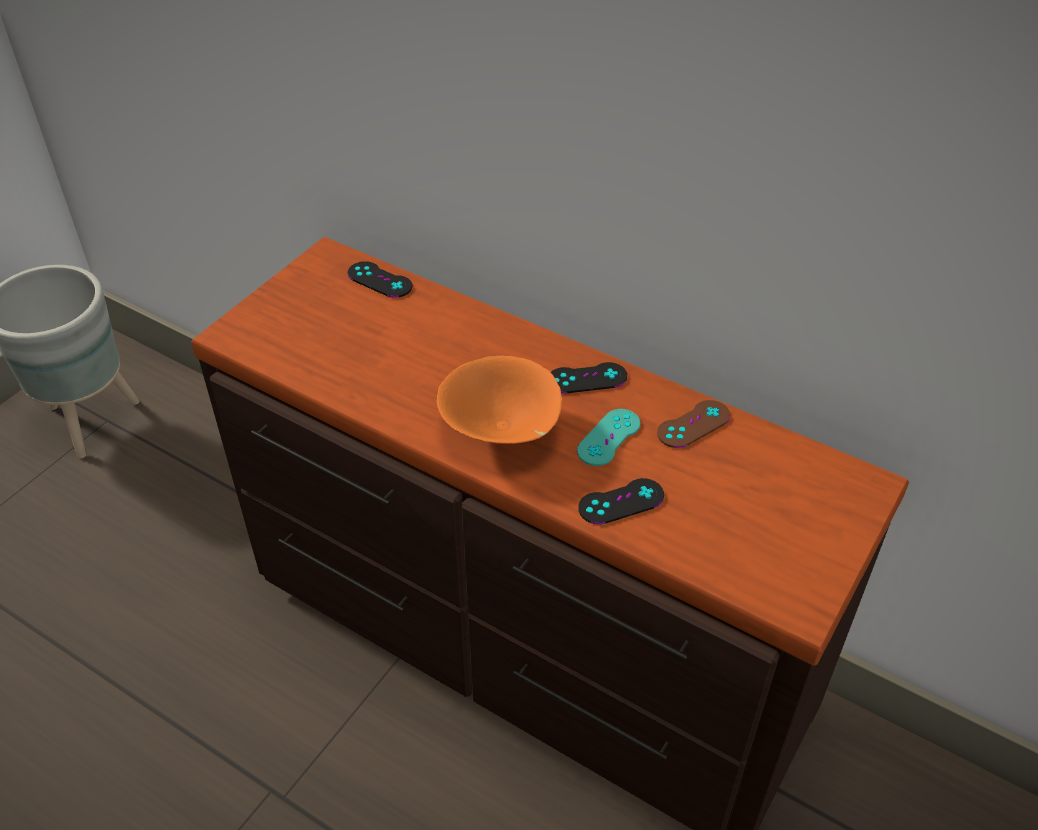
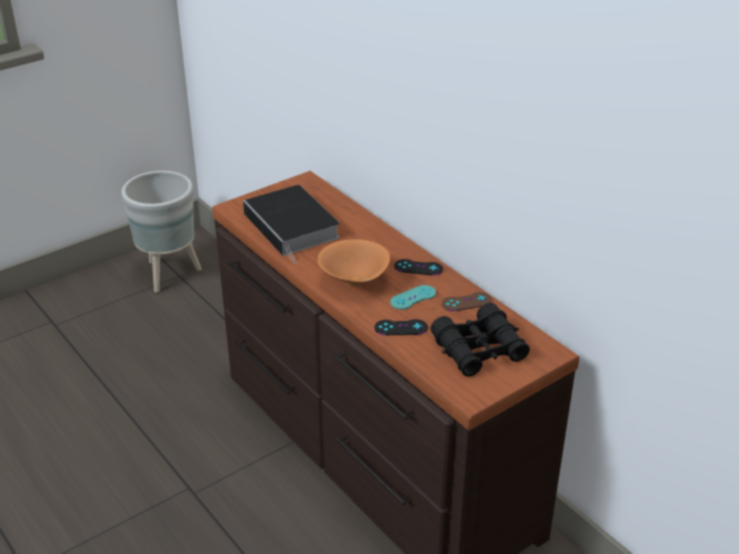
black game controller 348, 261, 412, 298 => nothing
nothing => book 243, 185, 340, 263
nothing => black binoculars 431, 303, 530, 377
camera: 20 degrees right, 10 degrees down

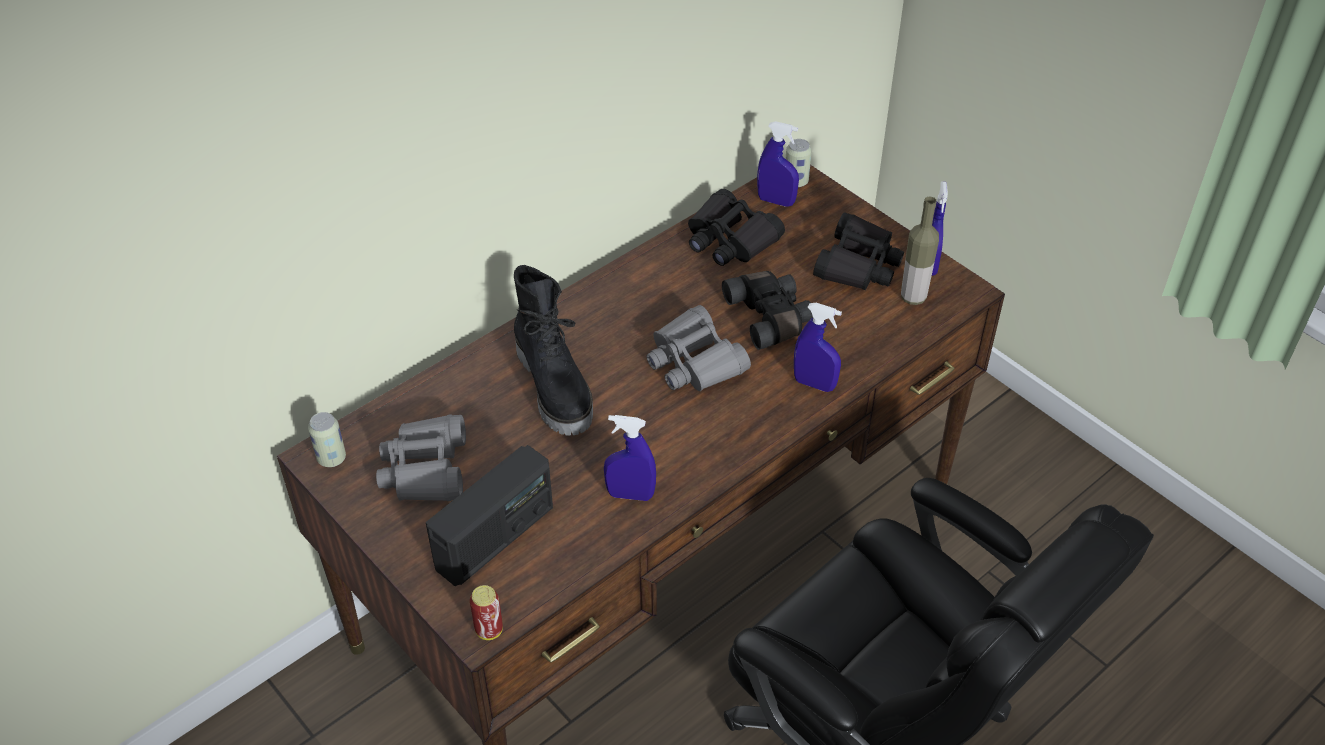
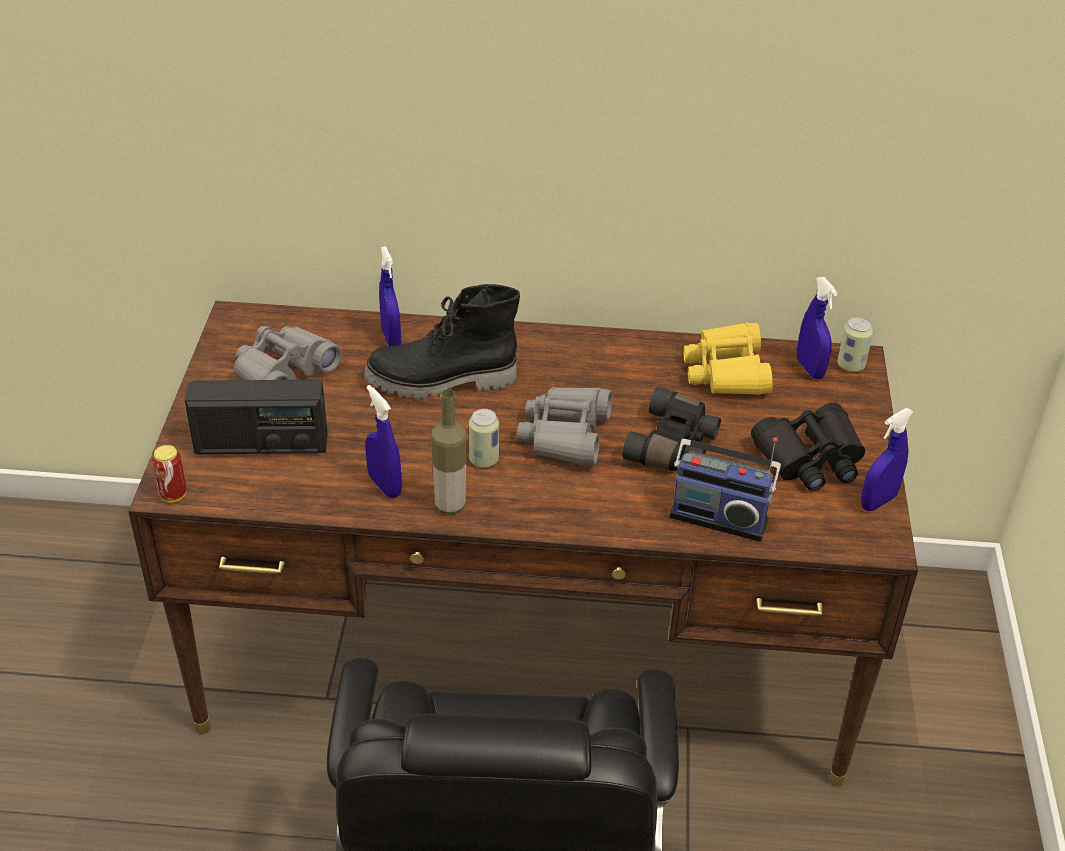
can 308, 412, 346, 467 => can 469, 409, 499, 468, moved
black boot 514, 265, 593, 436 => black boot 364, 284, 520, 399, 60 degrees clockwise
black binoculars 688, 189, 785, 266 => yellow binoculars 683, 322, 773, 395
blue spray bottle 794, 303, 842, 392 => blue spray bottle 379, 246, 401, 346, moved
bottle 901, 196, 939, 305 => bottle 431, 389, 467, 515, moved
nothing => radio 669, 437, 781, 542
camera: 45 degrees right, 5 degrees down

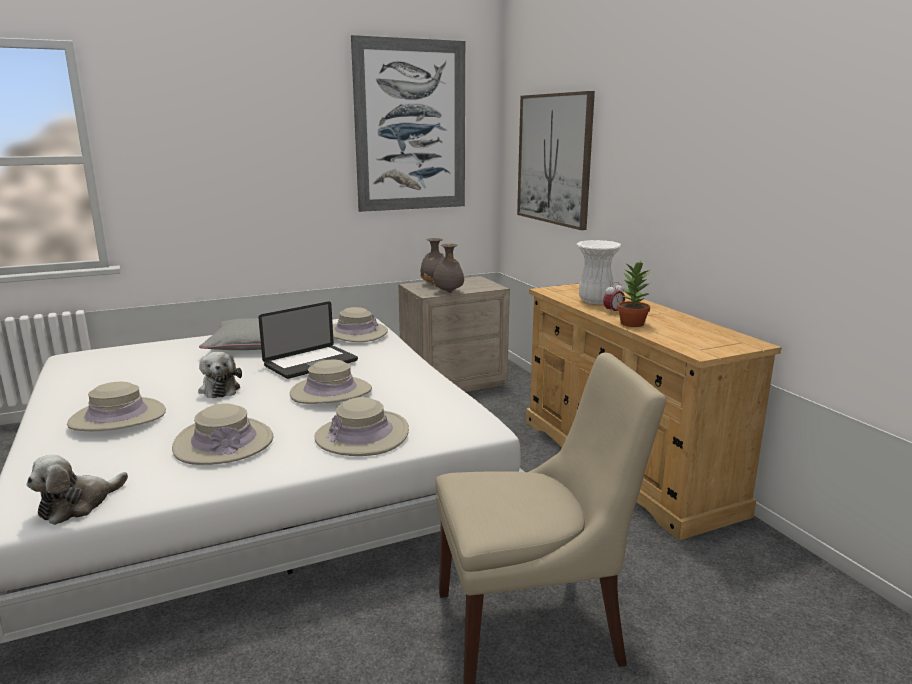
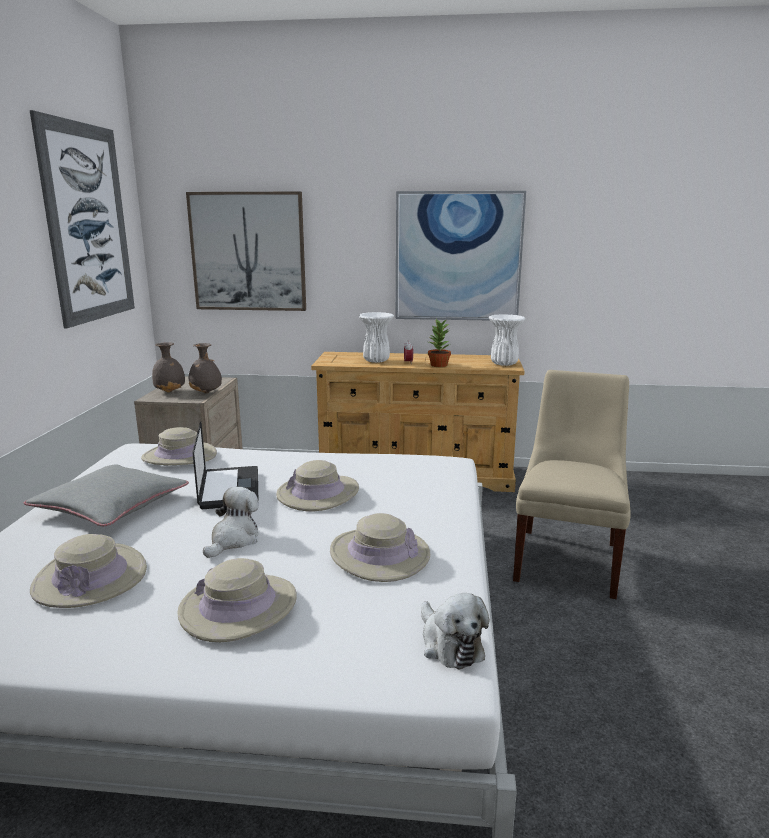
plush toy 198, 352, 242, 398 => plush toy 203, 487, 259, 558, 75 degrees counterclockwise
beige hat 314, 397, 409, 456 => beige hat 30, 534, 147, 608, moved
nothing => picture 396, 191, 526, 320
nothing => white vase 489, 314, 526, 366
camera: 60 degrees left, 0 degrees up

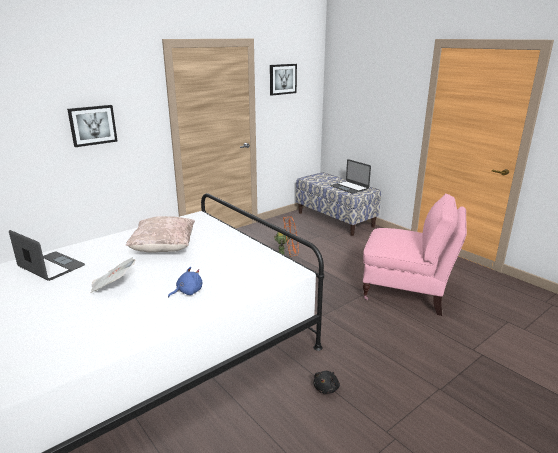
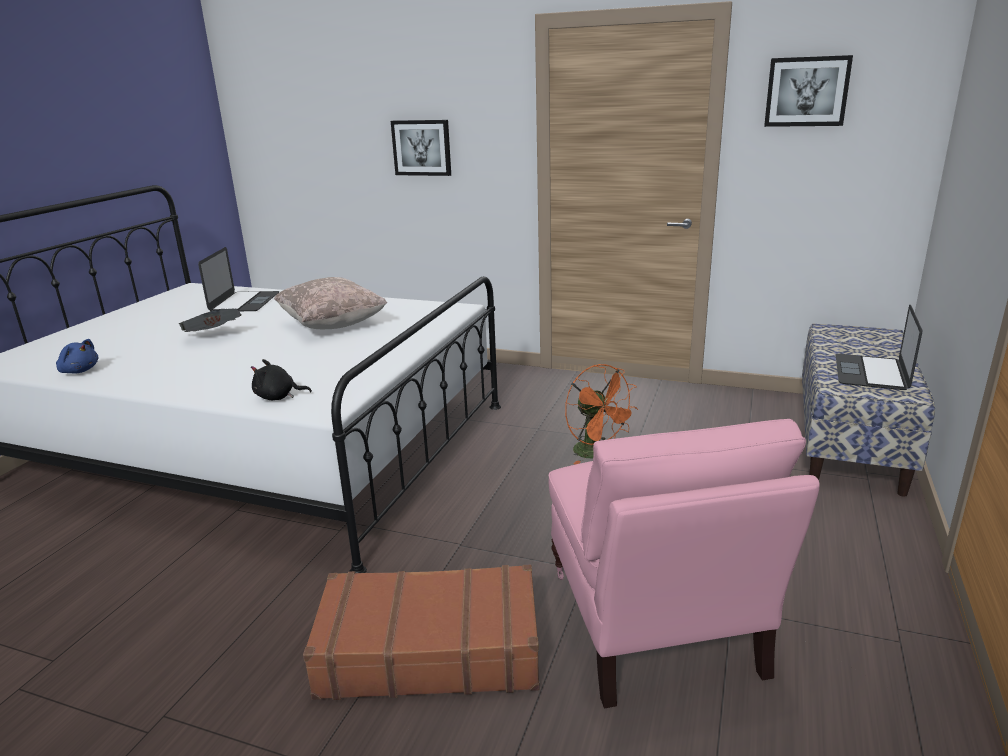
blue plush toy 168, 267, 202, 297 => blue plush toy 56, 339, 98, 373, moved
black plush toy 313, 371, 340, 394 => black plush toy 251, 359, 312, 400, moved
nothing => brown suitcase 303, 565, 540, 700
camera: 60 degrees right, 0 degrees up

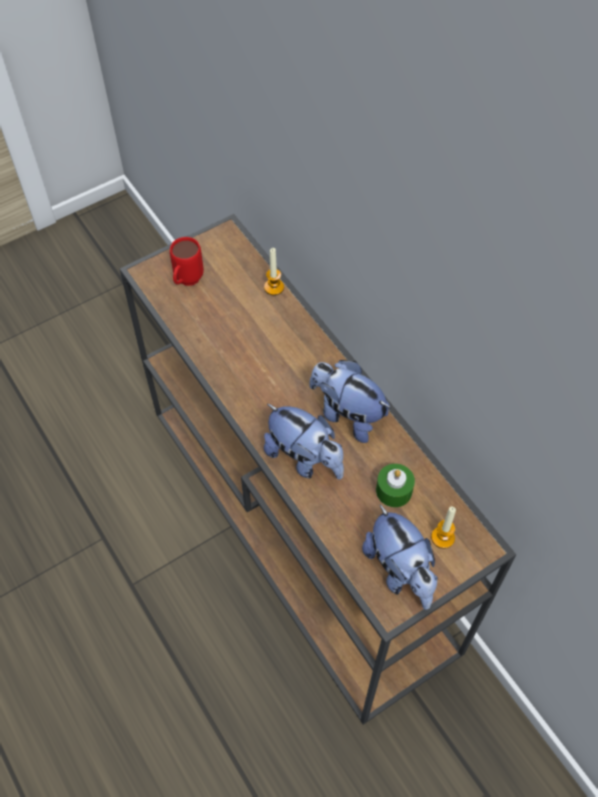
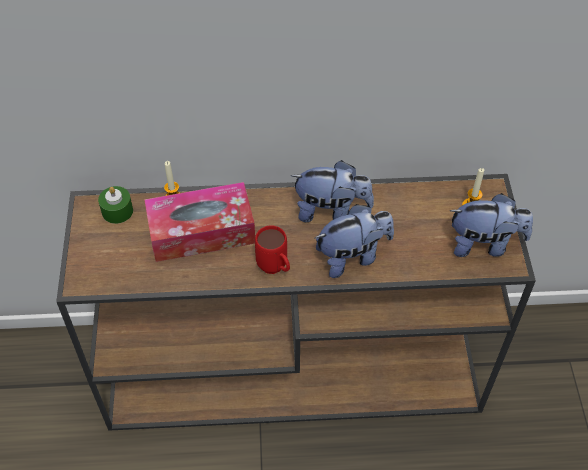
red mug 170, 237, 204, 286 => red mug 255, 225, 290, 274, moved
plush toy 310, 360, 391, 443 => plush toy 291, 160, 374, 222, 150 degrees counterclockwise
green candle 376, 464, 415, 507 => green candle 98, 186, 133, 224, moved
nothing => tissue box 144, 182, 255, 262
camera: 60 degrees left, 5 degrees down

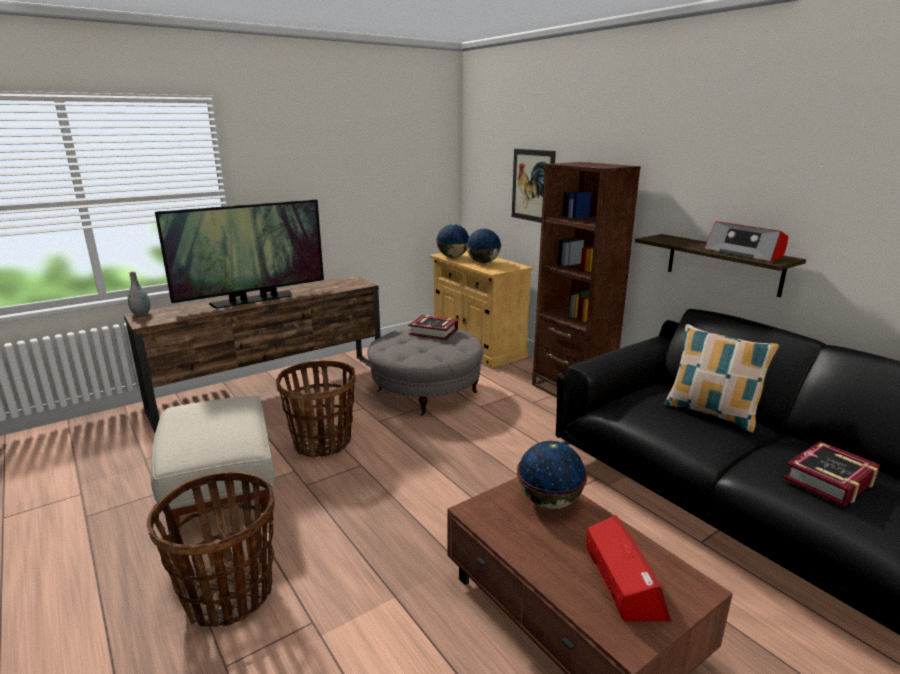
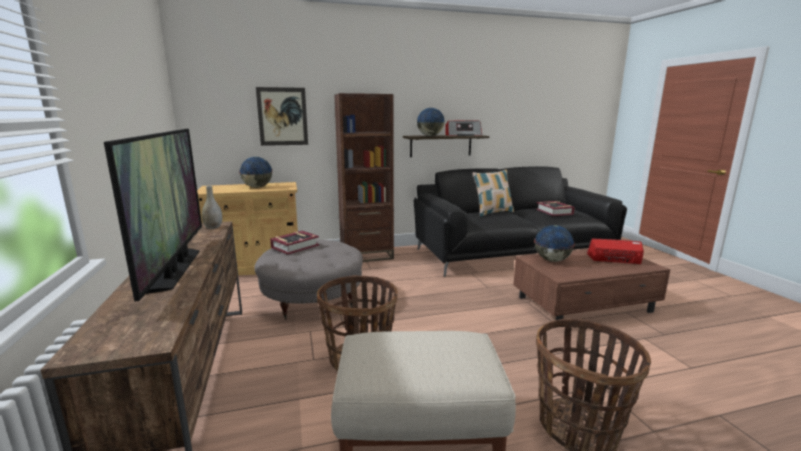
grey vase 128, 272, 150, 315 => grey vase 202, 186, 222, 229, moved
globe 436, 224, 469, 258 => globe 417, 108, 445, 136, moved
camera: 70 degrees left, 5 degrees down

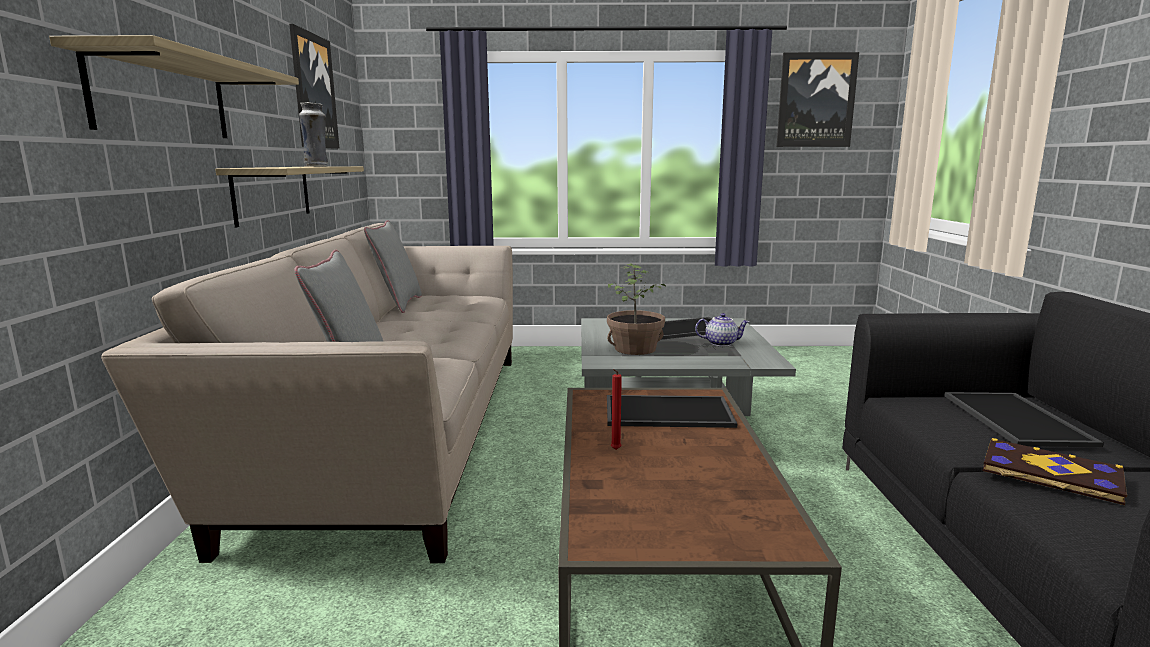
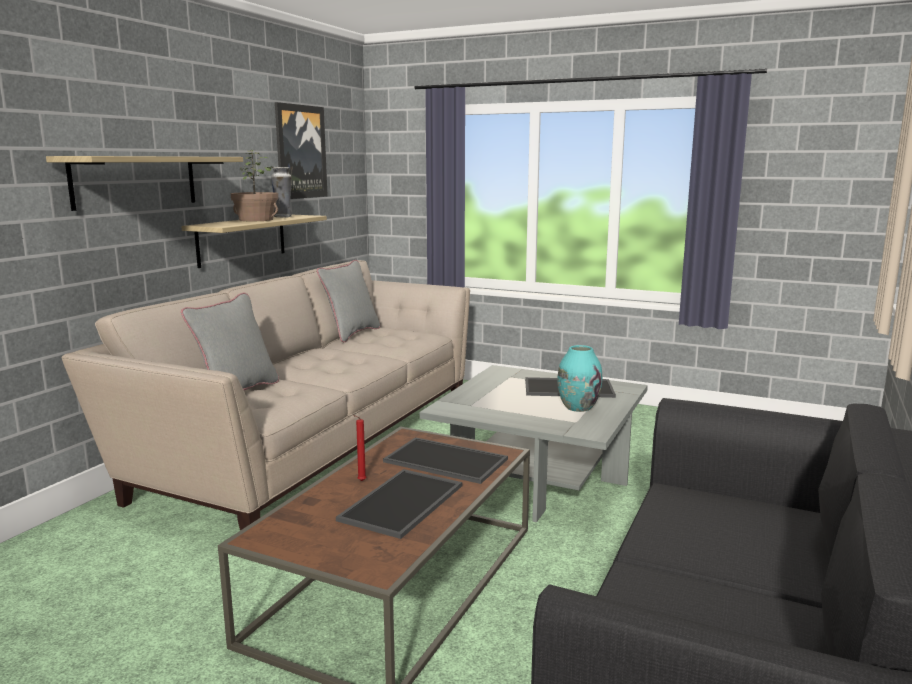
potted plant 607, 263, 666, 355 => potted plant 231, 150, 278, 221, moved
teapot 695, 313, 749, 347 => turquoise vase 557, 345, 602, 412
picture 776, 52, 859, 147 => nothing
tray 944, 392, 1104, 447 => tray 336, 469, 462, 539, moved
book 982, 438, 1127, 505 => nothing
camera: 25 degrees right, 0 degrees up

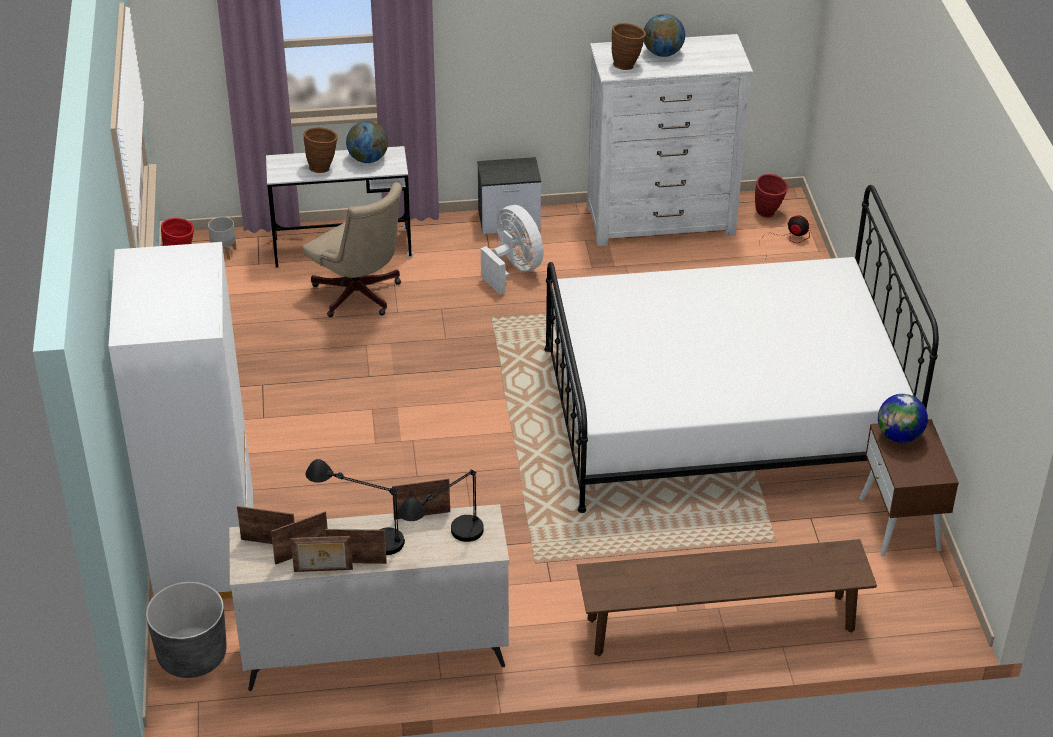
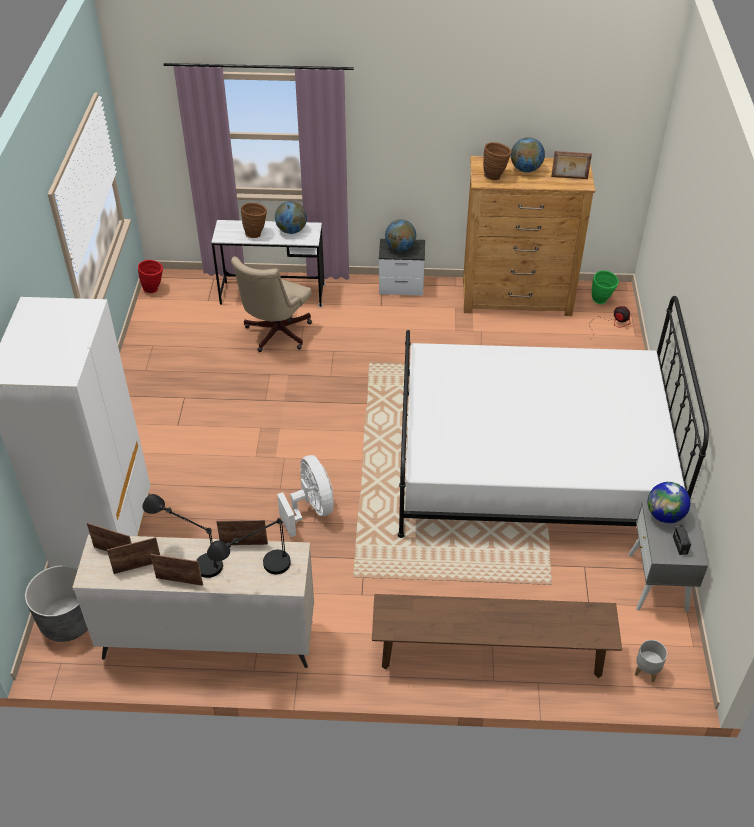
grey planter 208, 217, 236, 259 => grey planter 635, 640, 667, 682, moved
picture frame 290, 536, 353, 572 => picture frame 551, 151, 592, 179, moved
beige office chair 303, 182, 402, 317 => beige office chair 231, 257, 312, 352, 60 degrees clockwise
white fan 481, 205, 544, 294 => white fan 277, 455, 334, 537, moved
white dresser 587, 34, 753, 246 => brown dresser 463, 156, 595, 316
red vase 755, 174, 789, 218 => green vase 592, 270, 619, 304
brown nightstand 859, 419, 959, 557 => grey nightstand 628, 501, 708, 612
nothing => globe 385, 219, 416, 251
nothing => radio 673, 525, 691, 555
camera: 10 degrees right, 5 degrees up

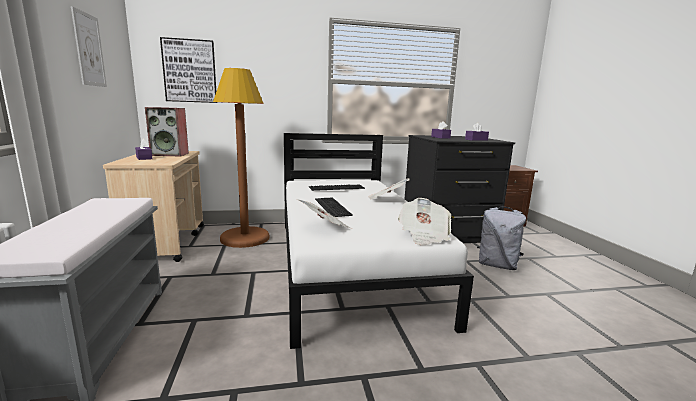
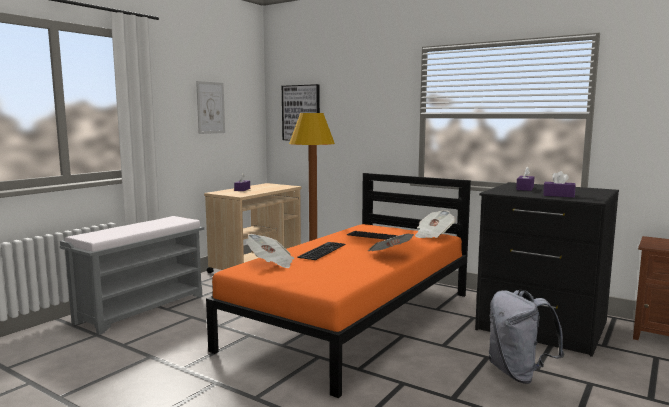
speaker 145, 107, 189, 156 => nothing
white bed 284, 133, 474, 349 => orange bed 206, 173, 471, 398
newspaper 398, 198, 451, 245 => newspaper 415, 210, 456, 238, moved
camera: 45 degrees right, 5 degrees down

